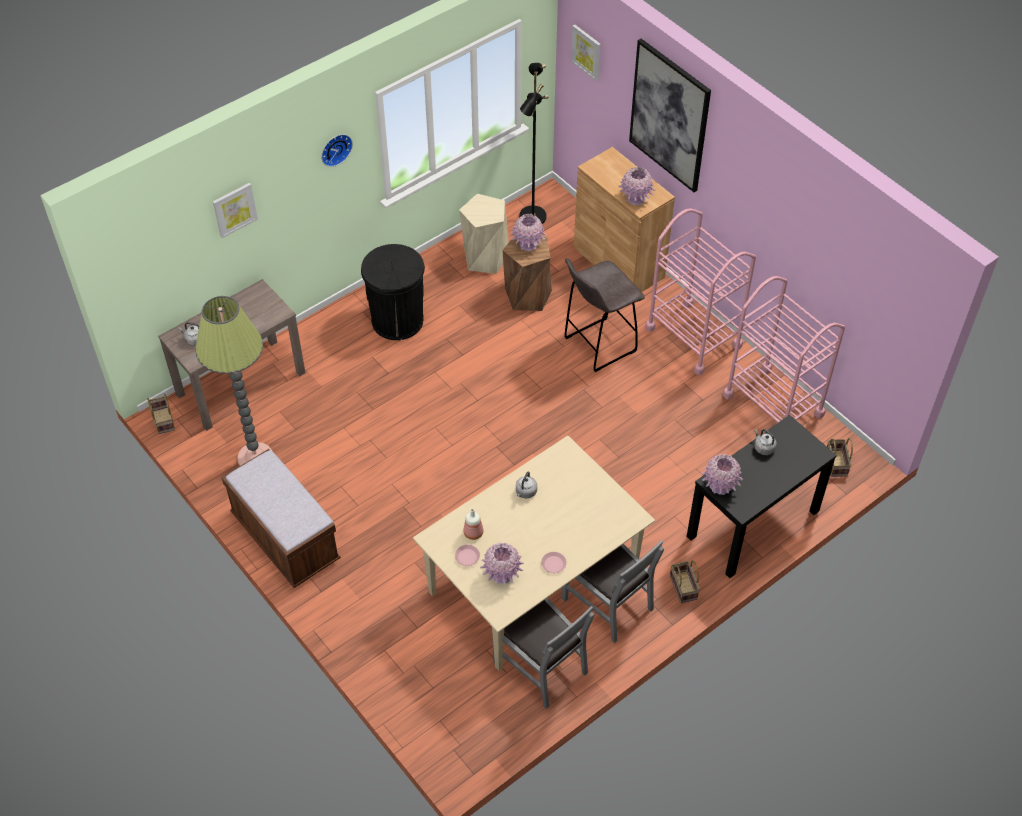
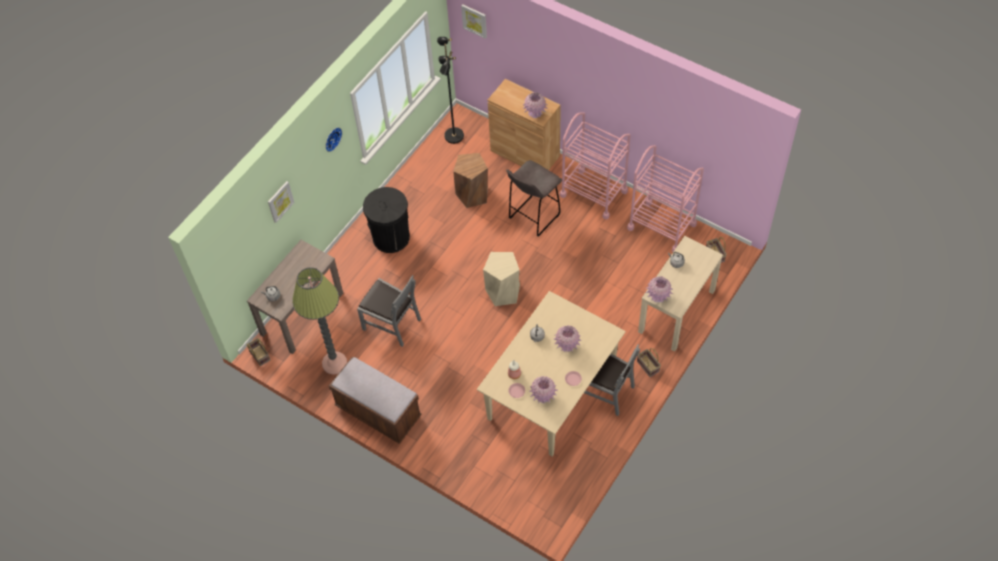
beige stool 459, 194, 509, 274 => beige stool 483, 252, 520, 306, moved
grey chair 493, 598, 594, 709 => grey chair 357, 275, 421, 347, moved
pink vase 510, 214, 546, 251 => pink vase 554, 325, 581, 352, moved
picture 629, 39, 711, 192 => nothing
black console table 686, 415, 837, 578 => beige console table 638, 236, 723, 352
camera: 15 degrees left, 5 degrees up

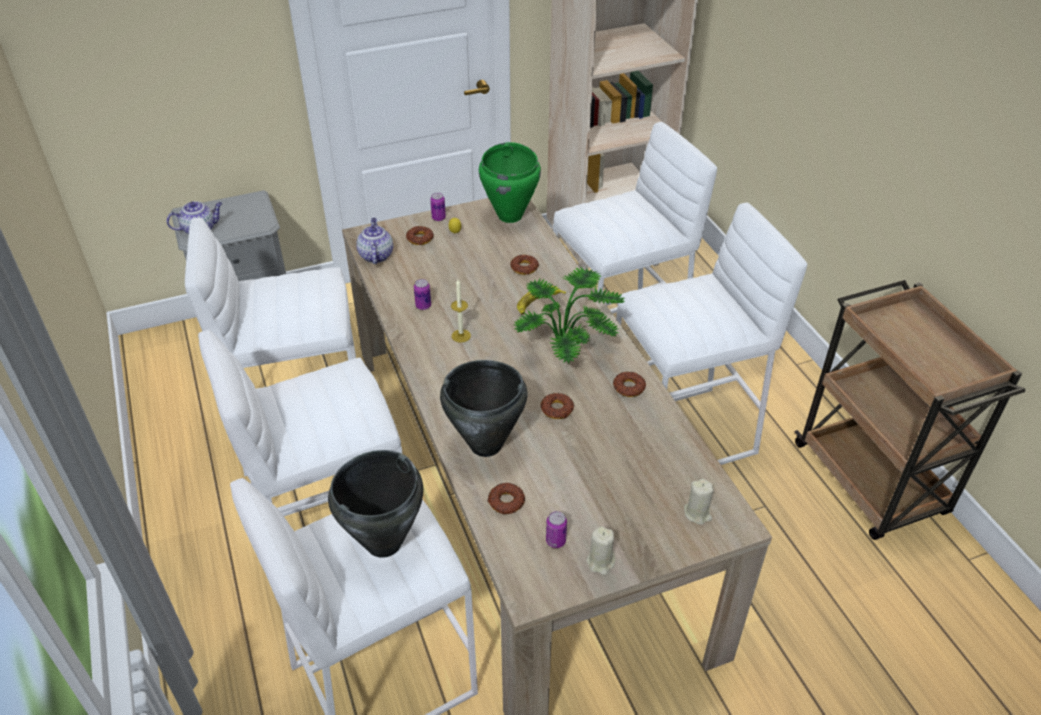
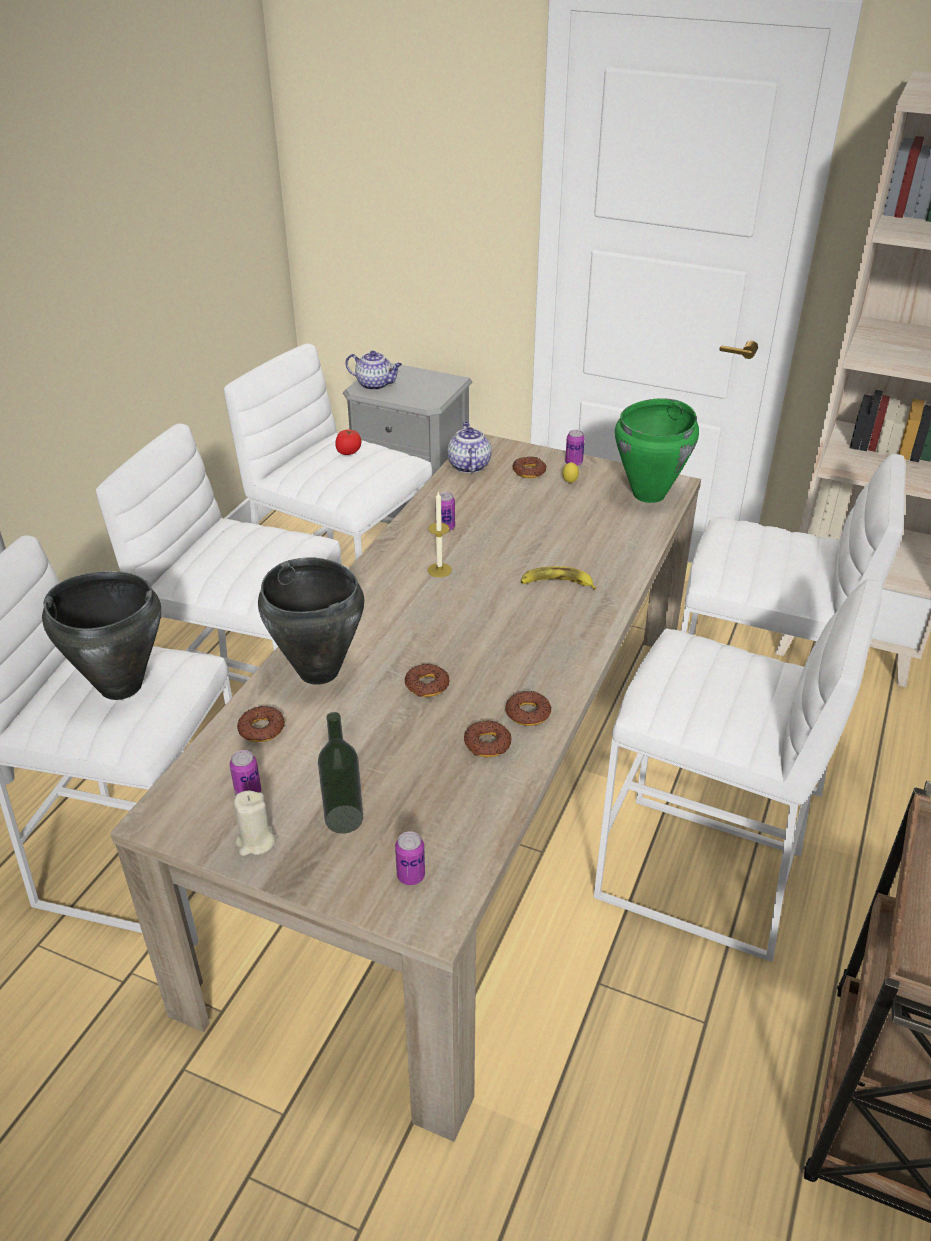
teapot 356, 218, 393, 264 => teapot 447, 422, 492, 473, 45 degrees counterclockwise
donut 510, 255, 539, 275 => donut 464, 721, 511, 757, moved
potted plant 513, 267, 625, 363 => nothing
beige candle 684, 479, 714, 525 => can 395, 831, 425, 885
nothing => bottle 318, 712, 363, 834
nothing => tomato 335, 430, 361, 455
camera: 45 degrees right, 5 degrees down

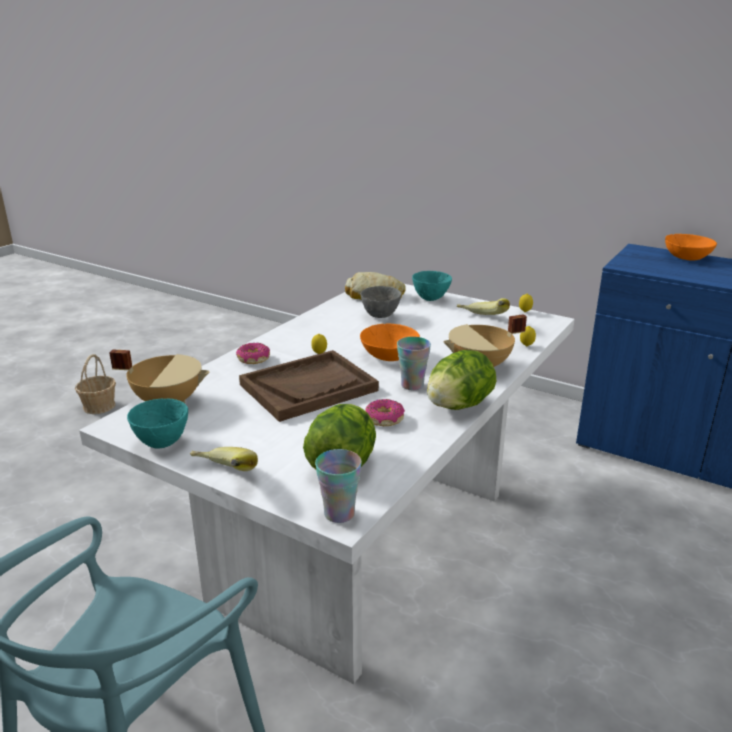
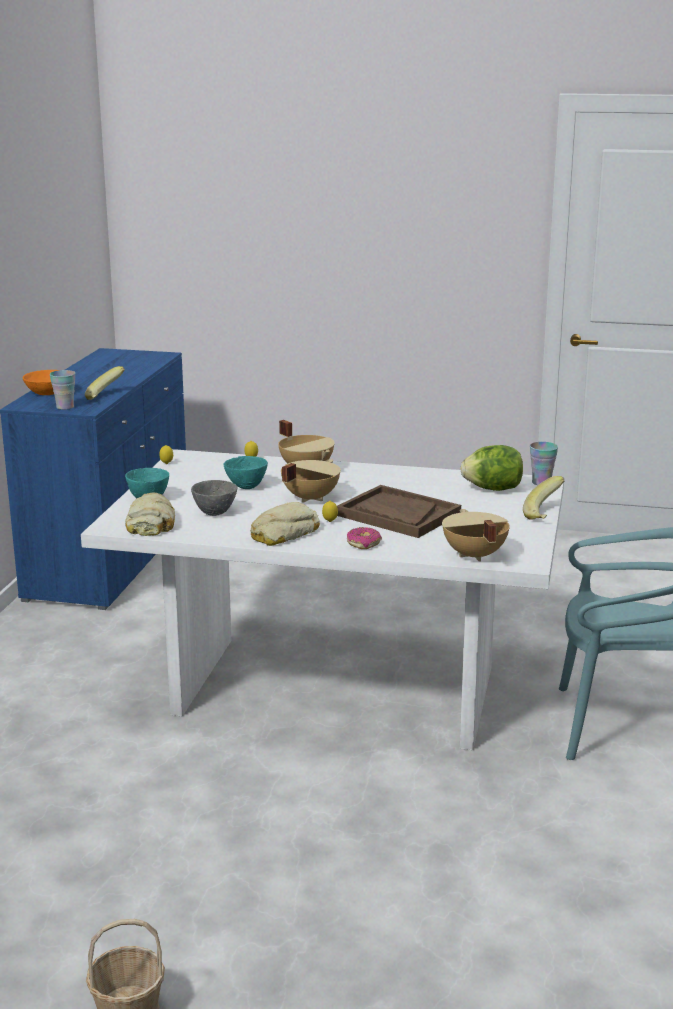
turquoise bowl 127, 398, 188, 448 => turquoise bowl 223, 456, 268, 489, moved
orange bowl 360, 323, 420, 361 => beige cooking pot 281, 459, 341, 503
donut 365, 399, 405, 426 => nothing
cup 397, 337, 431, 390 => cup 50, 370, 75, 410, moved
lettuce 427, 350, 496, 410 => nothing
banana 457, 298, 510, 315 => banana 85, 366, 125, 400, moved
nothing => bread 250, 502, 320, 546
camera: 110 degrees left, 5 degrees down

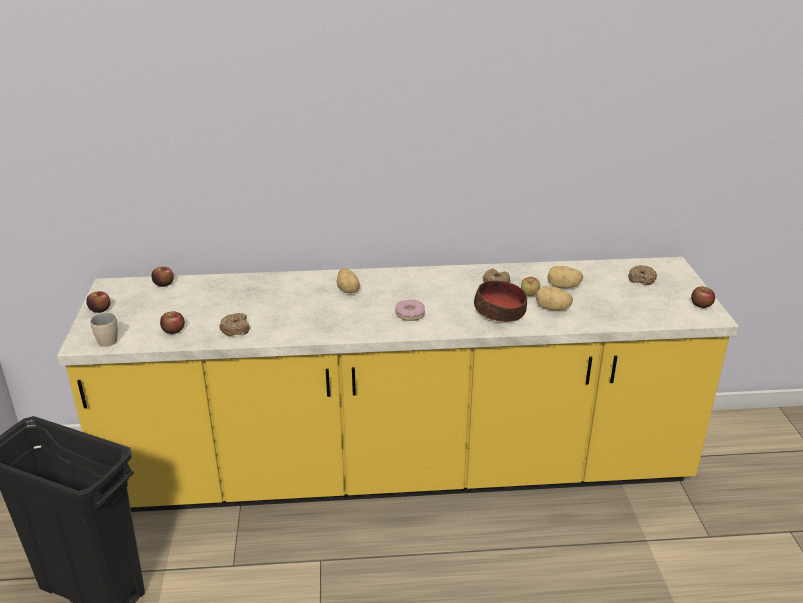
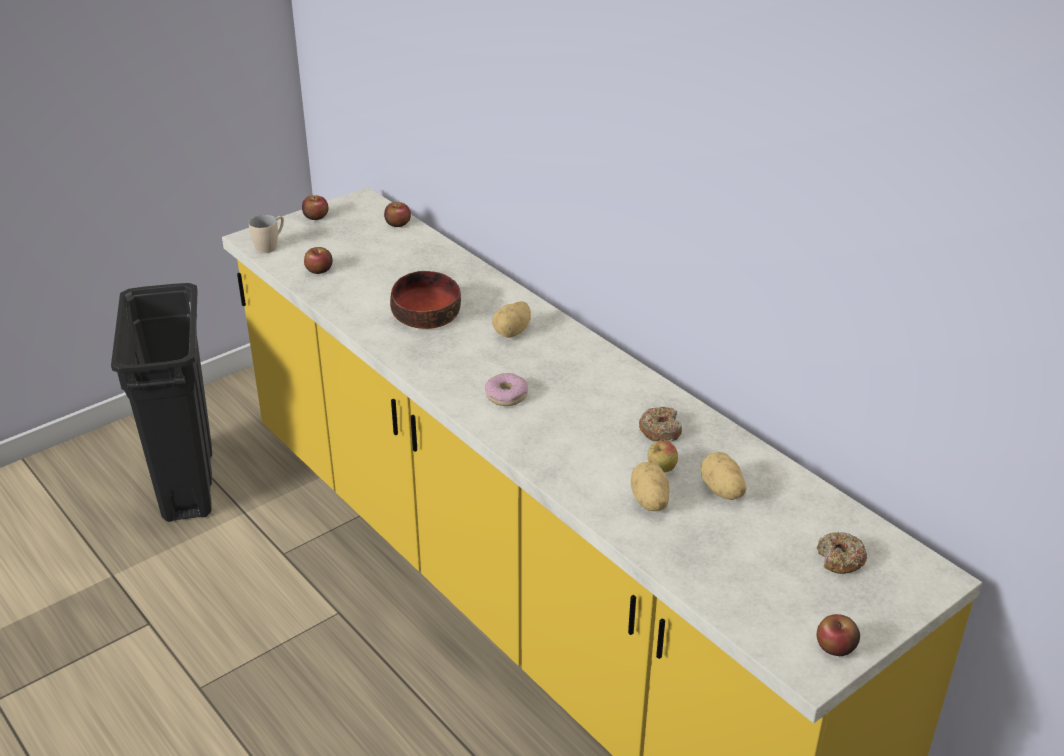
donut 220, 313, 250, 336 => nothing
bowl 474, 280, 527, 322 => bowl 390, 271, 461, 329, moved
camera: 55 degrees right, 5 degrees up

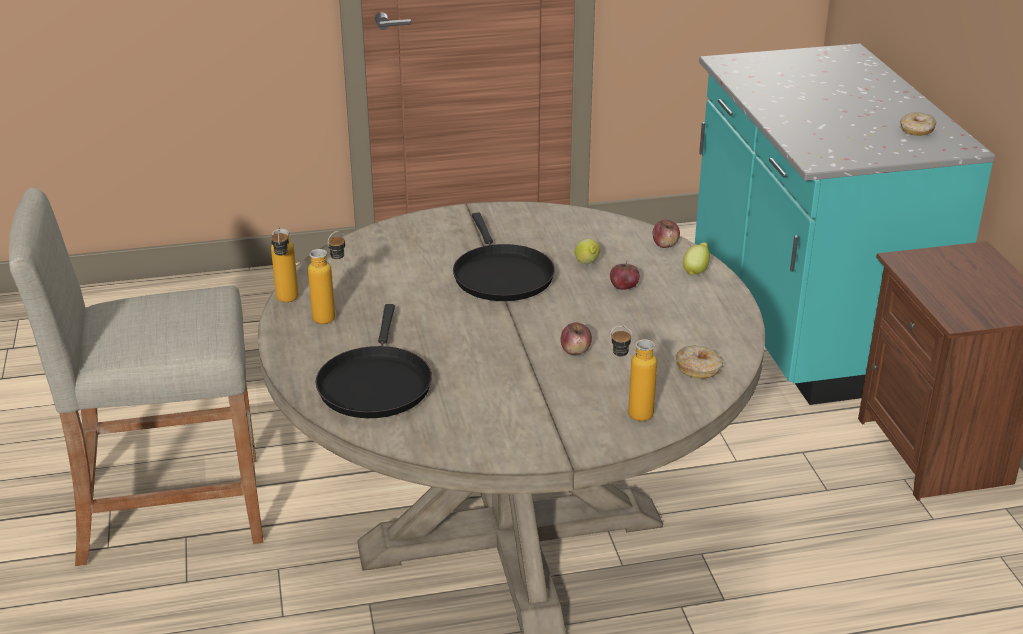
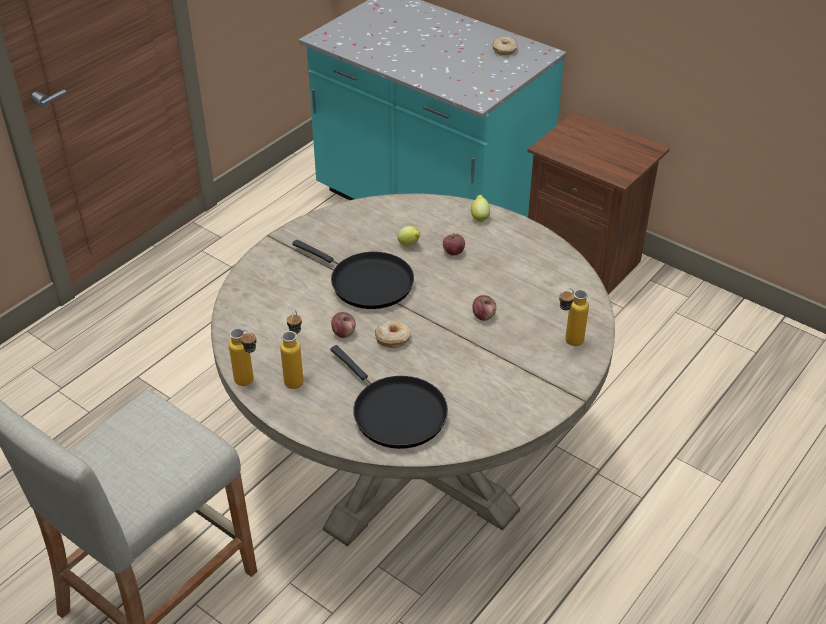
apple 653, 220, 680, 248 => apple 331, 312, 356, 338, moved
donut 675, 346, 723, 379 => donut 375, 320, 411, 348, moved
camera: 40 degrees left, 10 degrees up

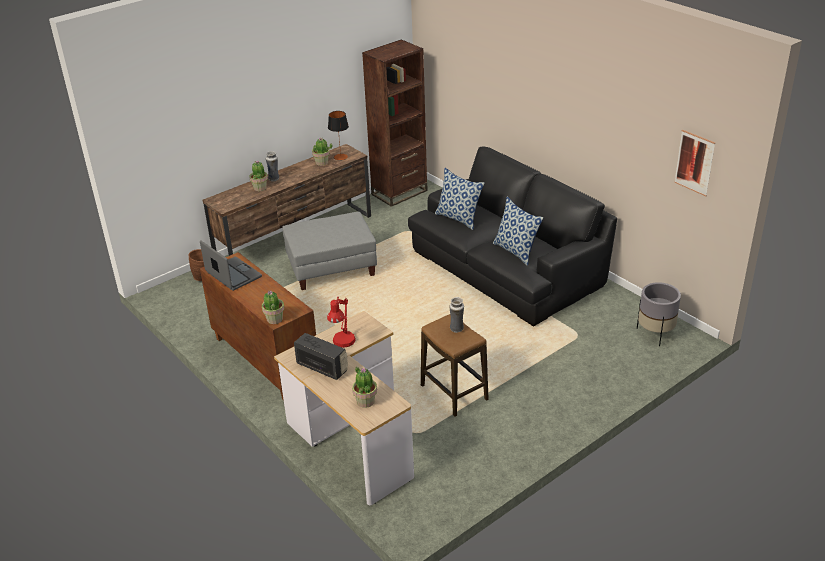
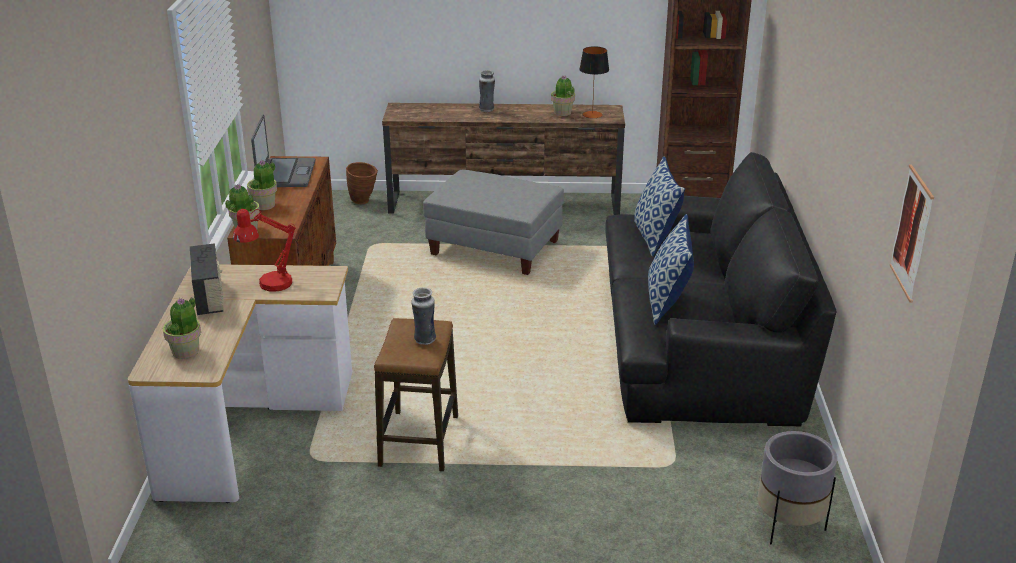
potted plant 249, 161, 268, 191 => potted plant 247, 160, 277, 210, moved
camera: 40 degrees right, 5 degrees down

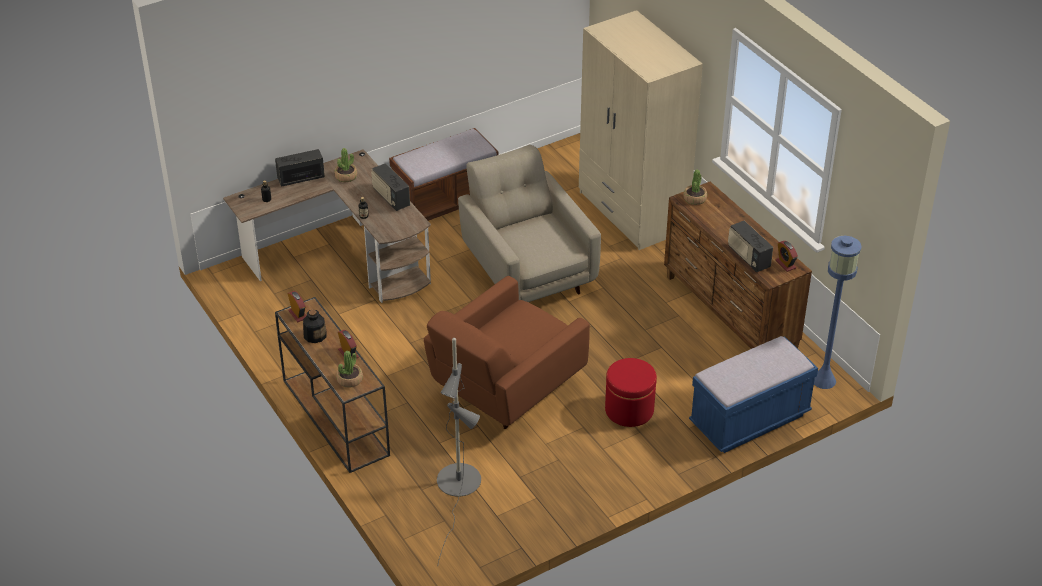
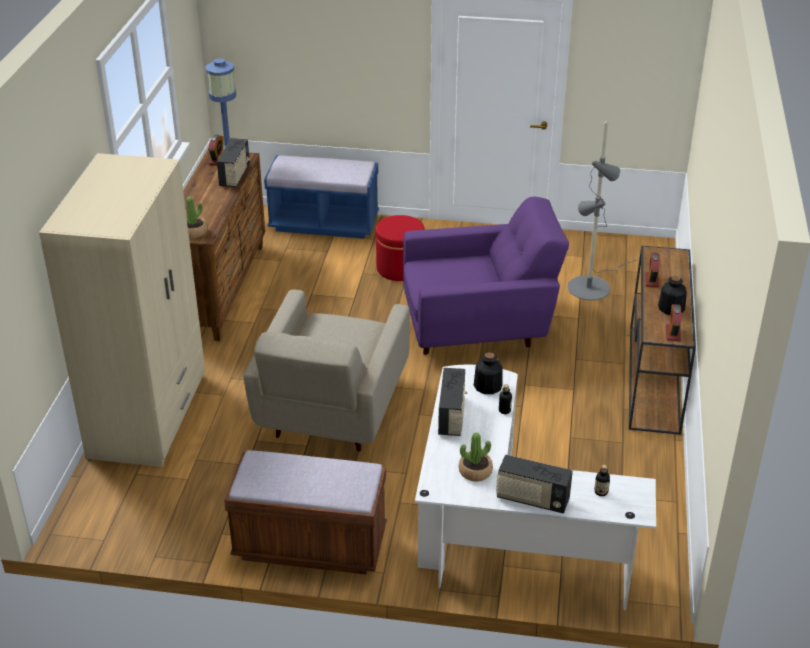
brown desk 223, 149, 431, 303 => white desk 415, 365, 656, 610
potted plant 336, 351, 363, 388 => nothing
brown armchair 424, 276, 590, 429 => purple armchair 403, 197, 569, 355
nothing => bottle 474, 352, 503, 394
camera: 140 degrees left, 5 degrees down

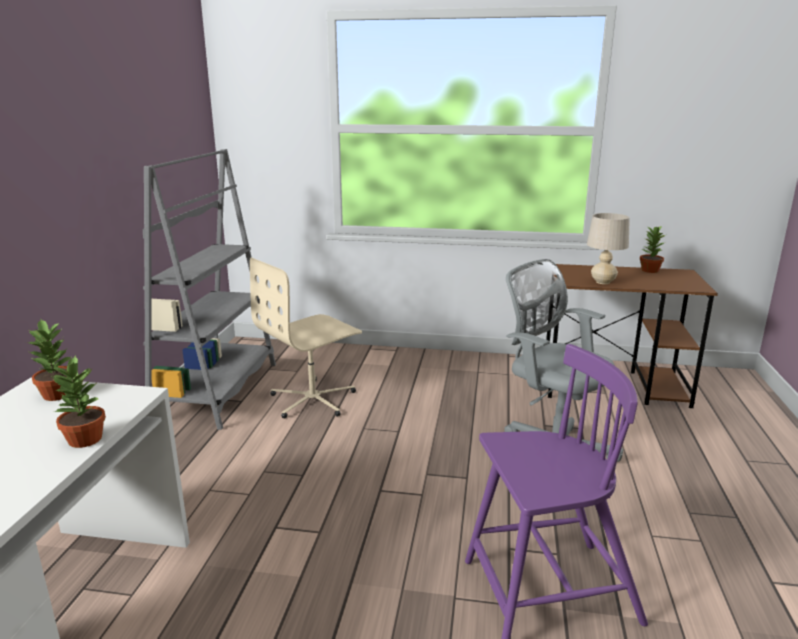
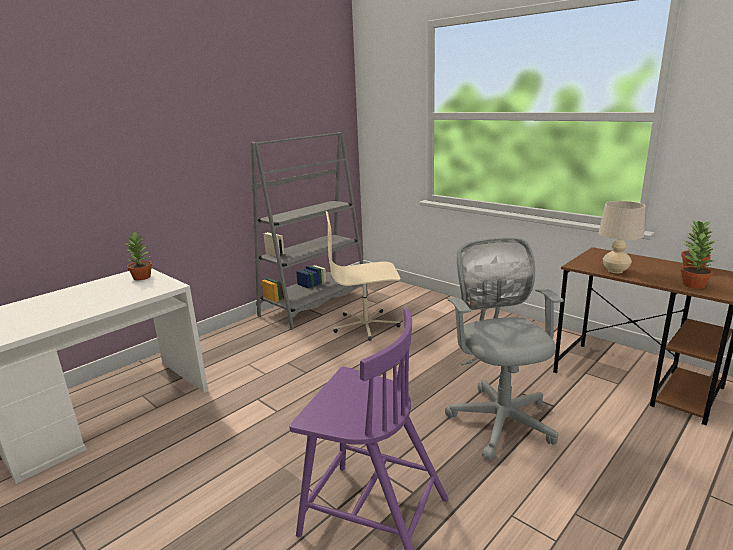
potted plant 52, 355, 106, 448 => potted plant 681, 232, 716, 289, moved
camera: 35 degrees right, 0 degrees up

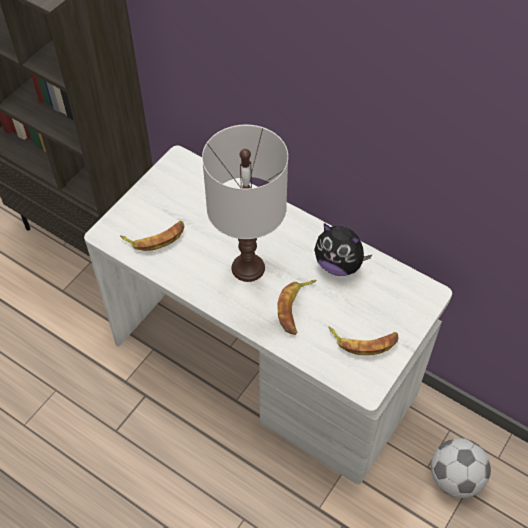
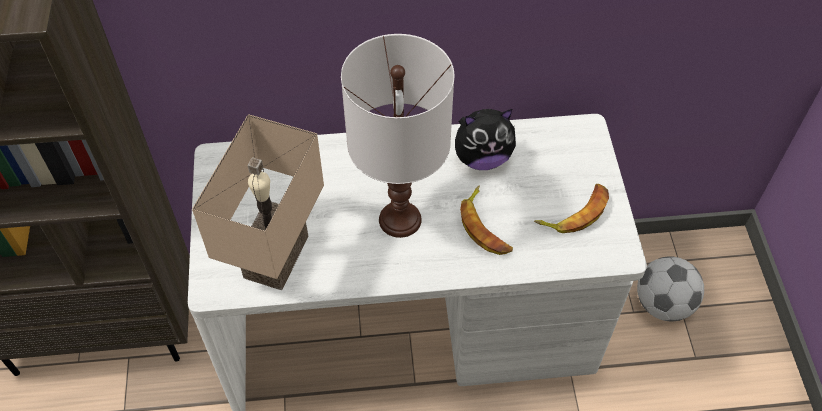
banana 120, 221, 184, 251 => beige table lamp 192, 114, 324, 290
camera: 40 degrees left, 0 degrees up

